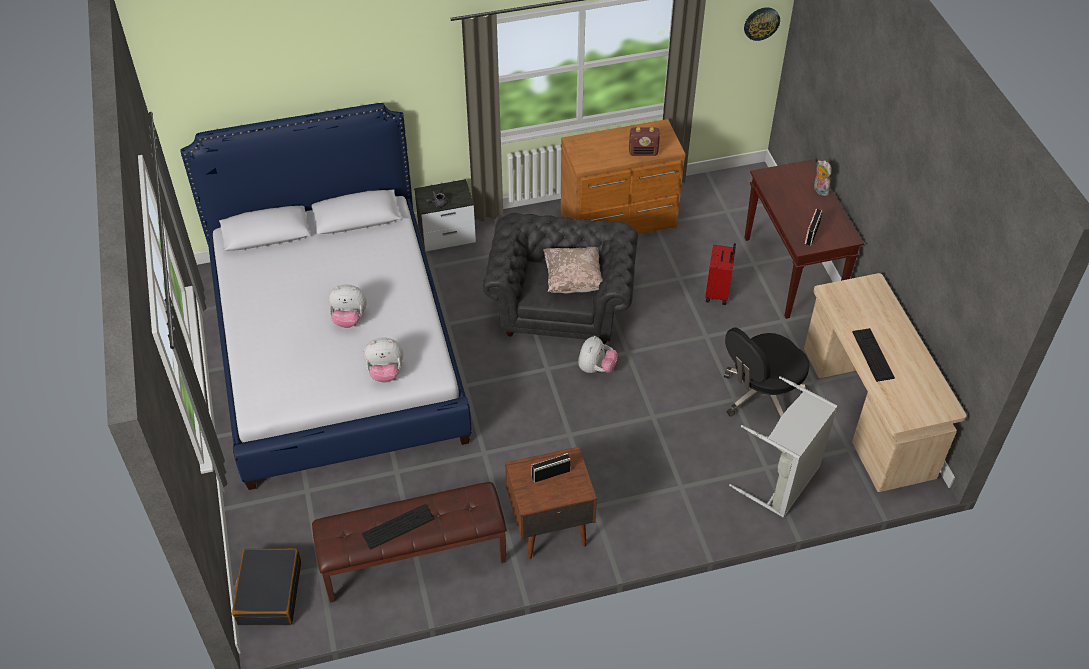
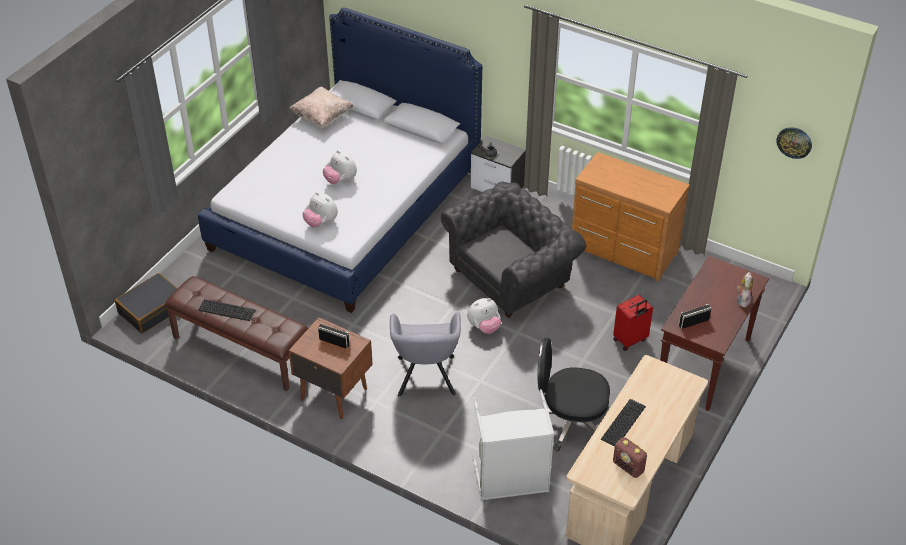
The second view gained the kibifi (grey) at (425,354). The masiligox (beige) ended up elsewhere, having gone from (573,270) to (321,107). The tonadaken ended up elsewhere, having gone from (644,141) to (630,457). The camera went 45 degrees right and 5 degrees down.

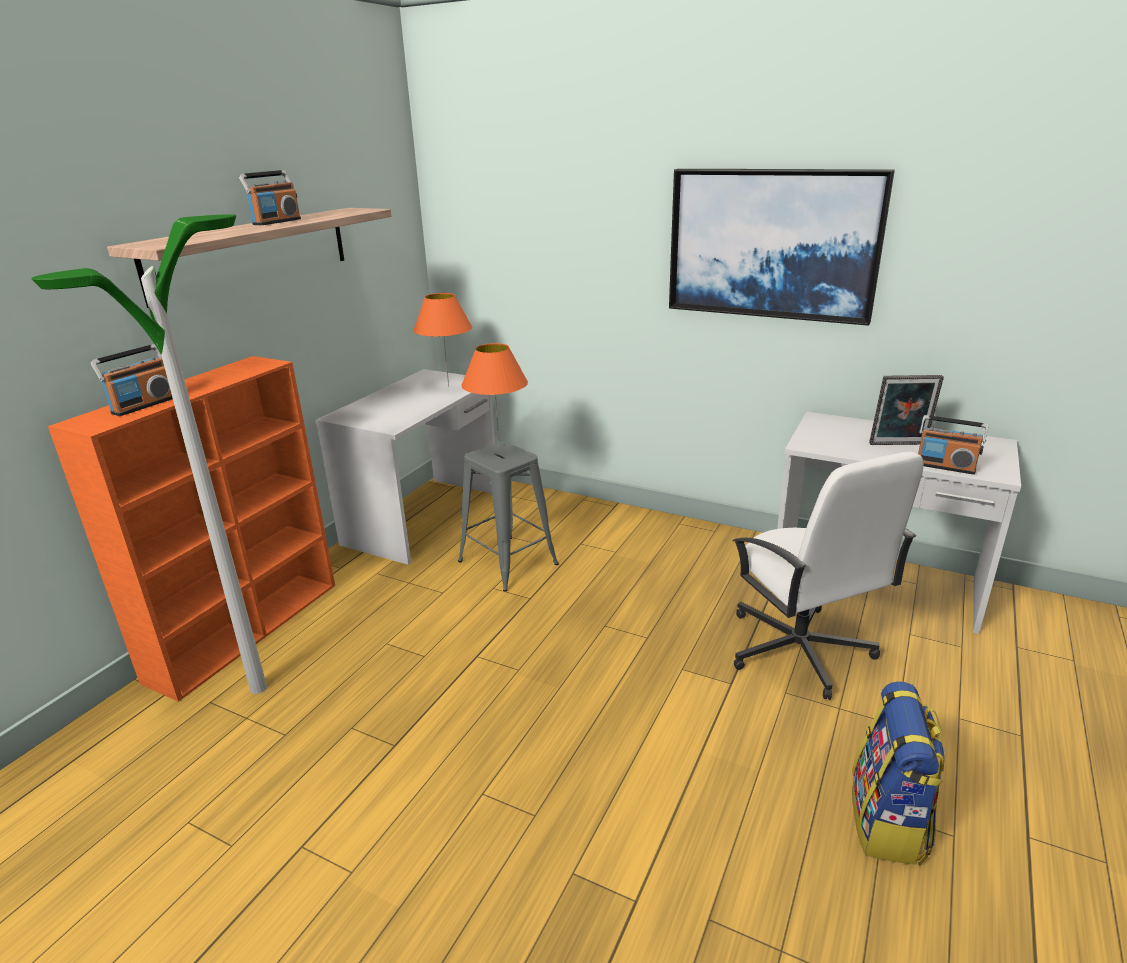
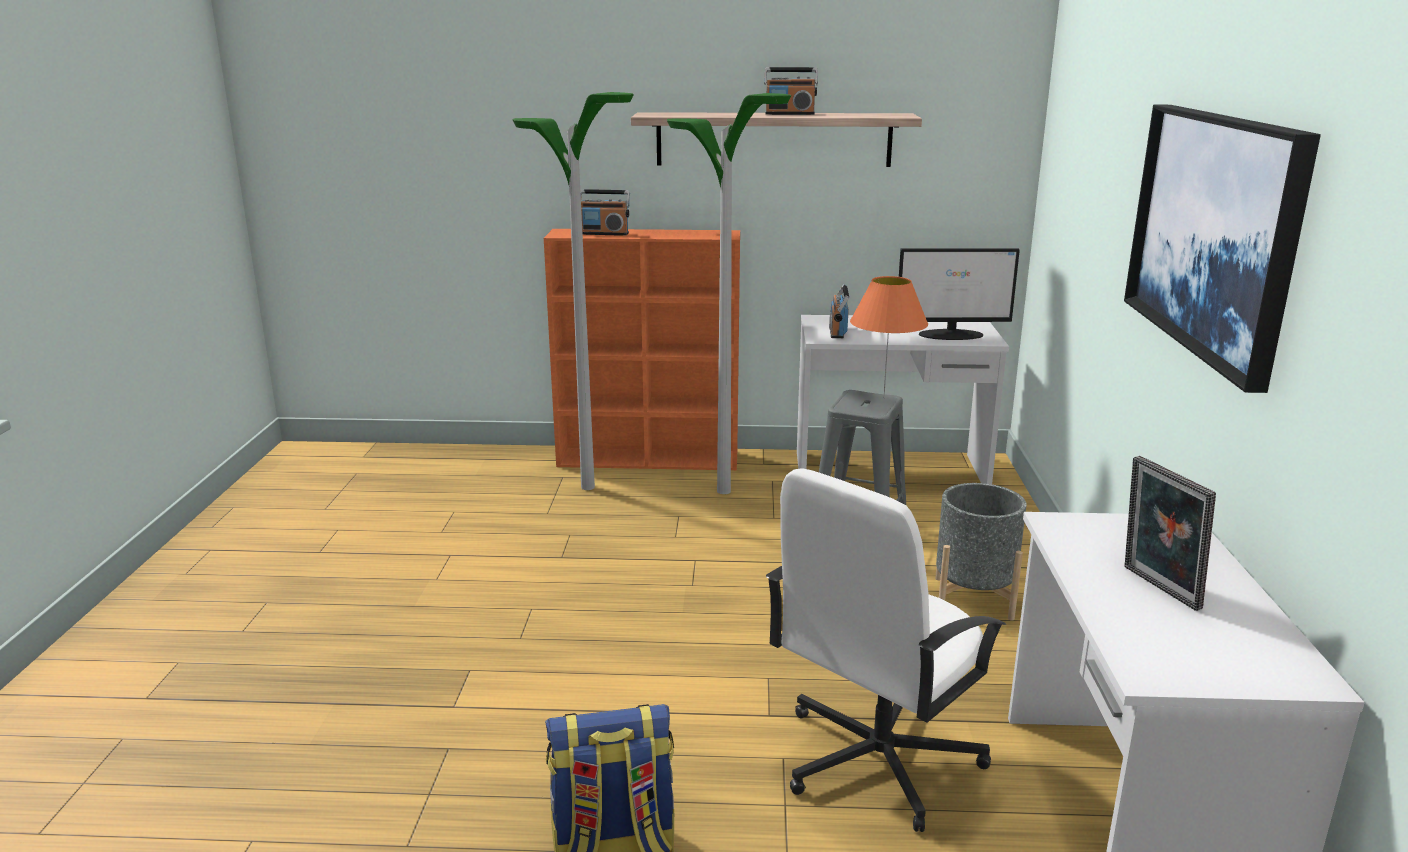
The second view gained the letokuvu at (729,293). The second view gained the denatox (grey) at (981,551). The tonadaken ended up elsewhere, having gone from (953,445) to (839,311). Where the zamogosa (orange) stood at (442,340), the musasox came to stand at (959,294). The camera went 65 degrees right and 5 degrees down.

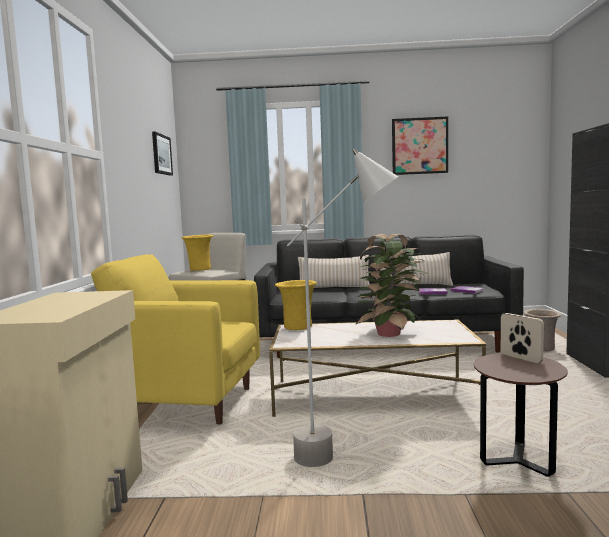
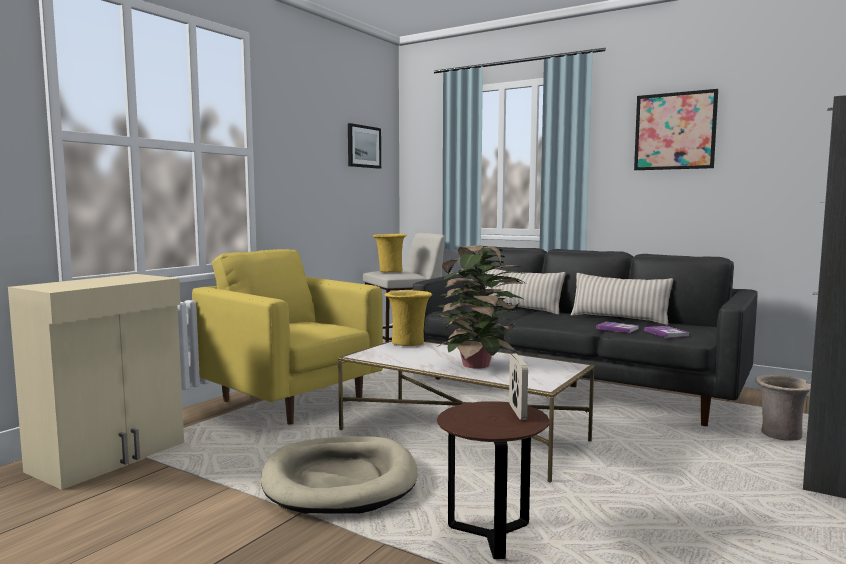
Where the letokuvu (grey) stood at (342,308), the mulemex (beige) came to stand at (339,475). The camera went 30 degrees right and 0 degrees up.

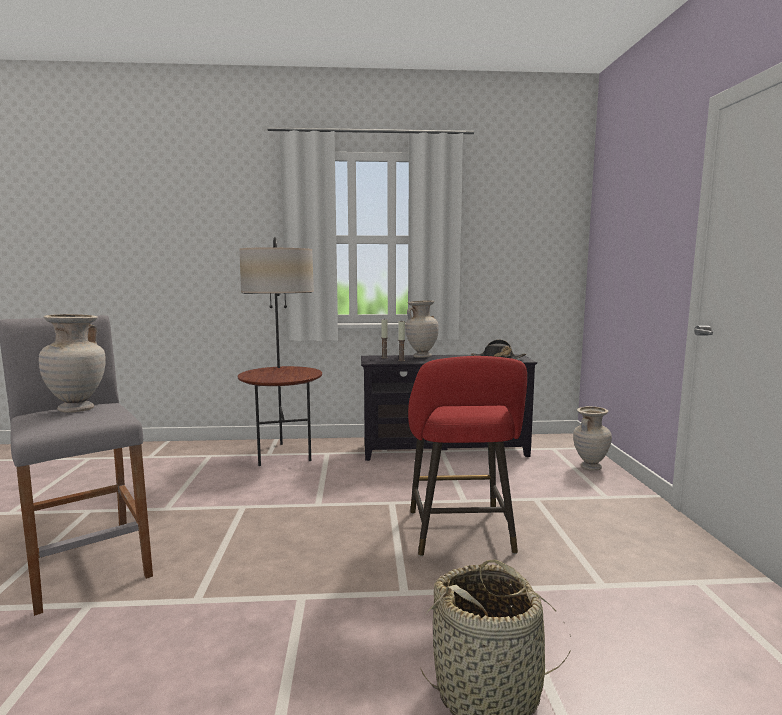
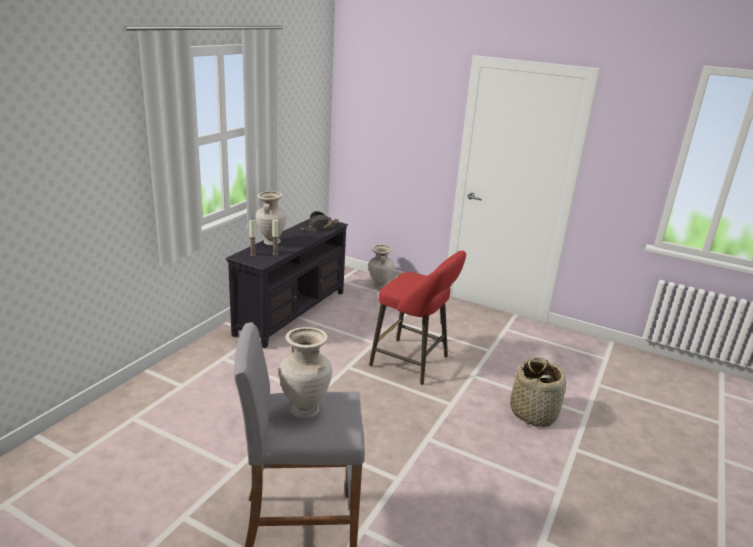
The second view lost the letokuvu at (280,351). The camera went 60 degrees left and 15 degrees up.

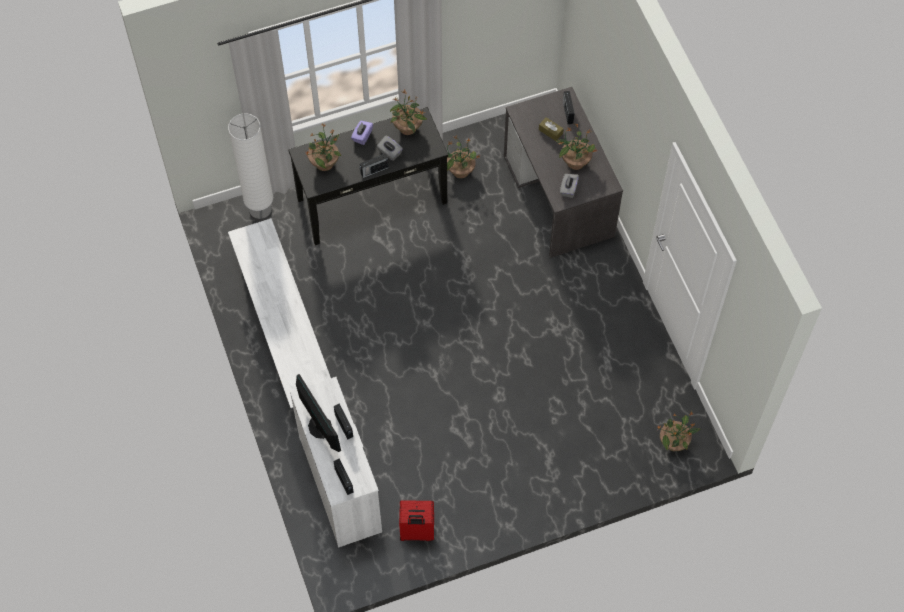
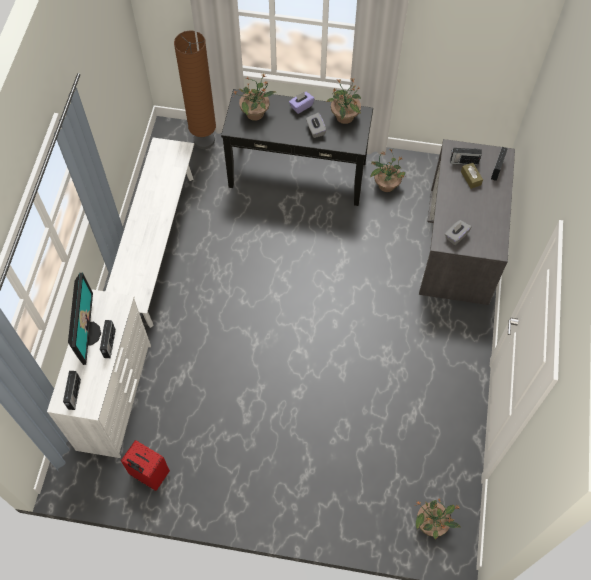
The second view lost the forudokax at (576,146). The tonadaken ended up elsewhere, having gone from (374,165) to (466,157). What was the letokuvu (white) at (250,167) turned into the letokuvu (brown) at (195,89). The camera went 30 degrees right and 0 degrees up.

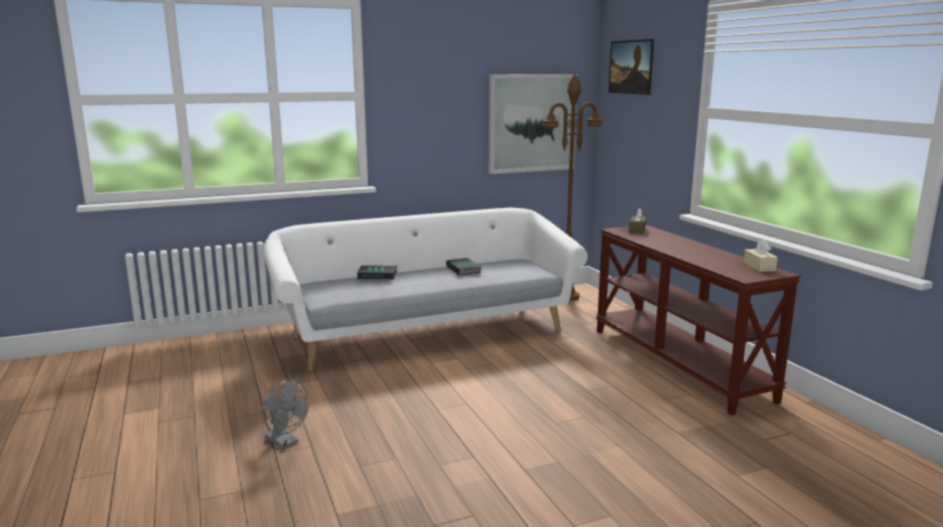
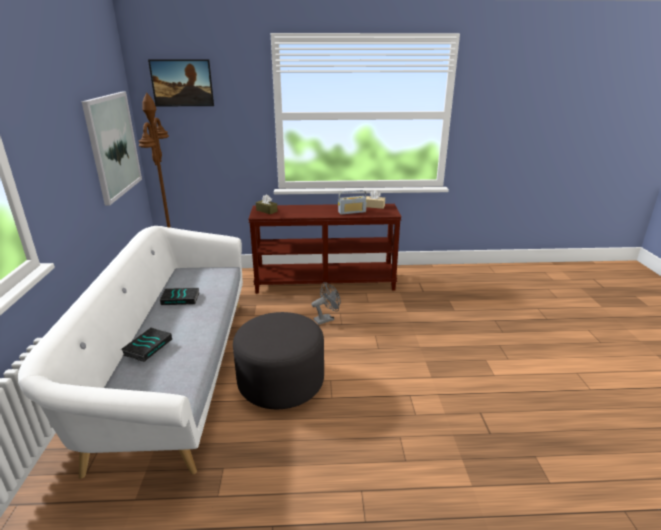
The second view gained the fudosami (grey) at (278,360). The second view gained the tonadaken at (352,202). The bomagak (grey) ended up elsewhere, having gone from (285,414) to (326,303). The camera went 70 degrees left and 10 degrees up.

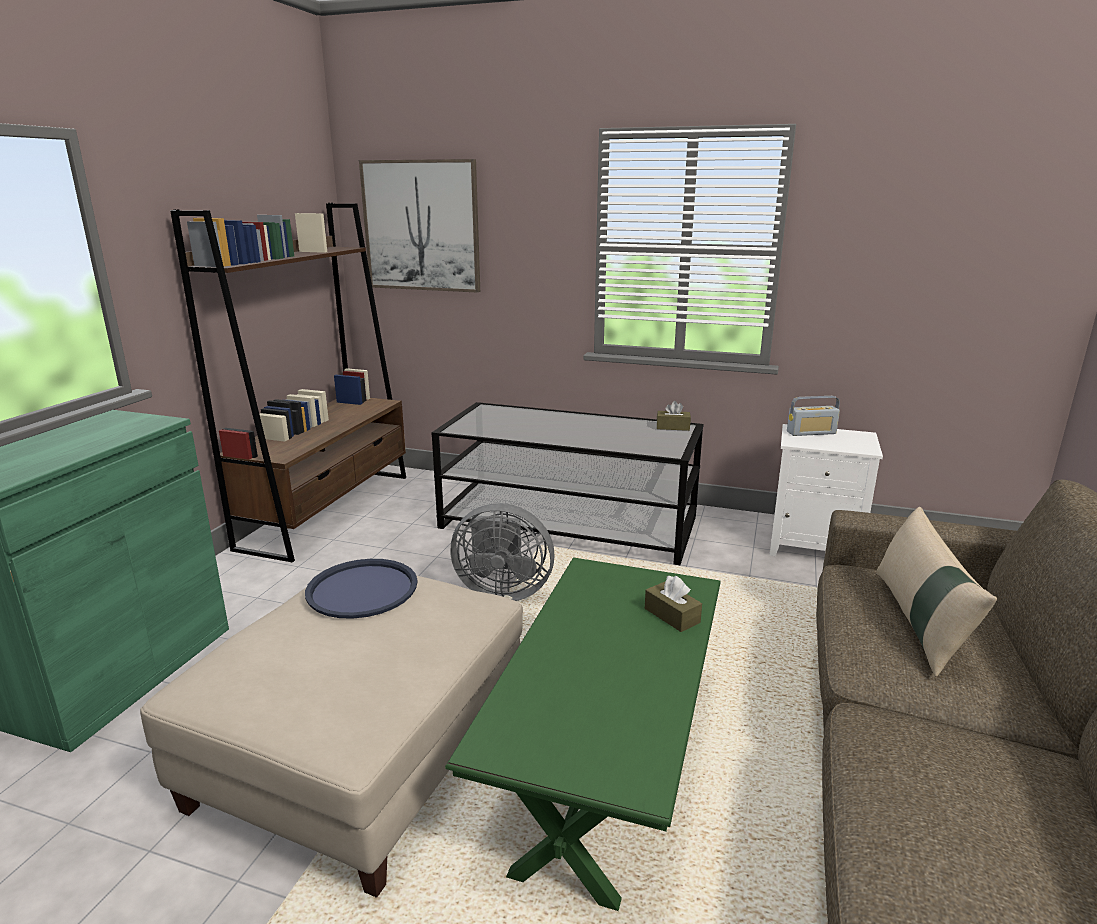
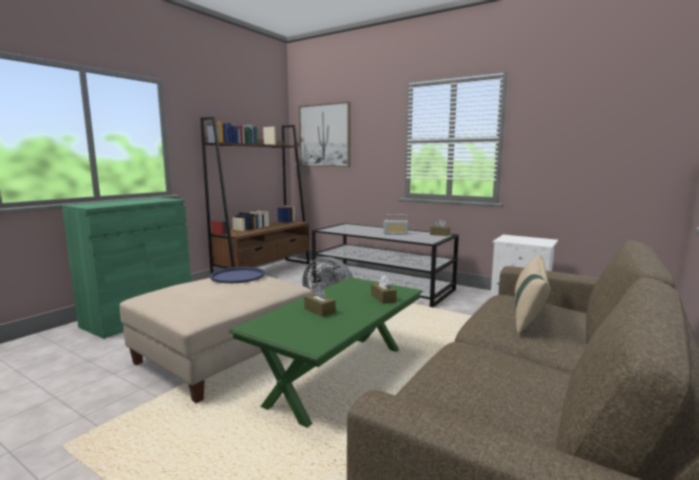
The second view gained the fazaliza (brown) at (320,301). The tonadaken ended up elsewhere, having gone from (813,416) to (396,224). The camera went 15 degrees right and 10 degrees down.

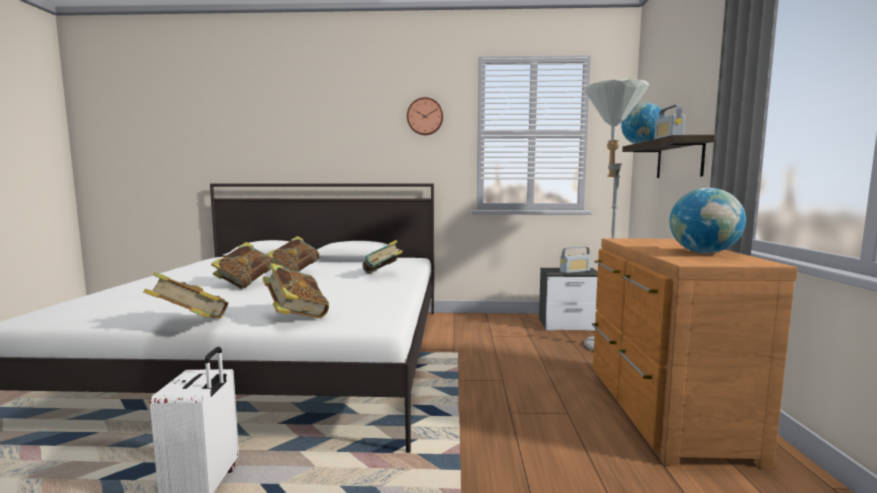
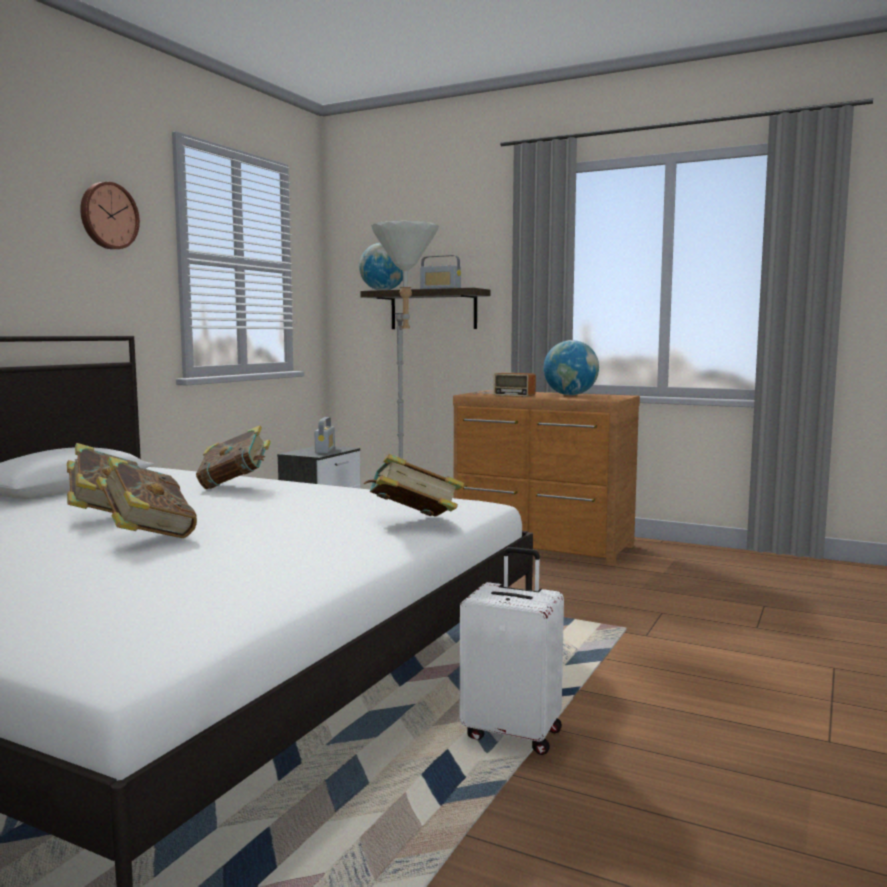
The second view lost the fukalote at (185,295). The second view gained the tonadaken at (504,385). The camera went 65 degrees left and 0 degrees up.

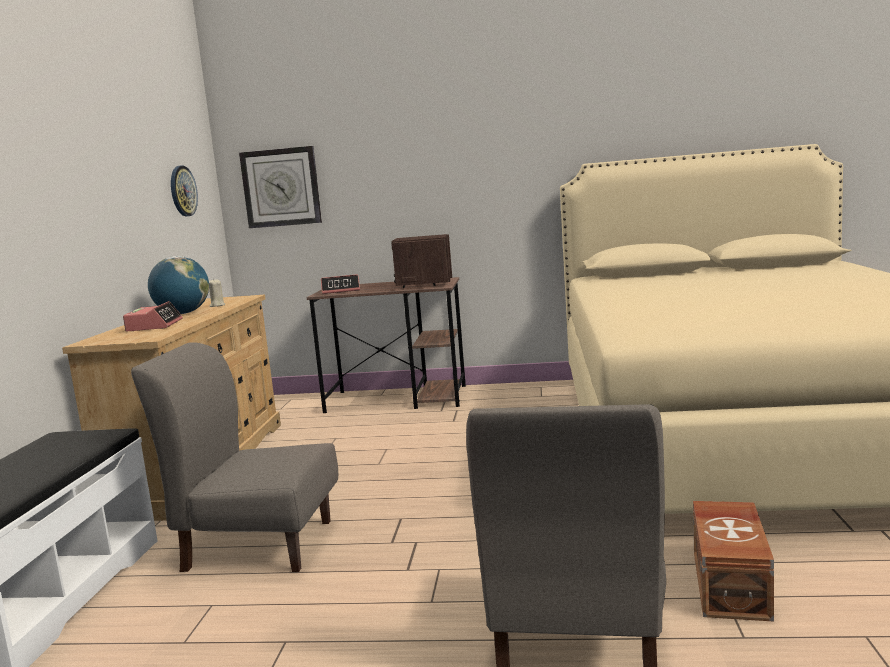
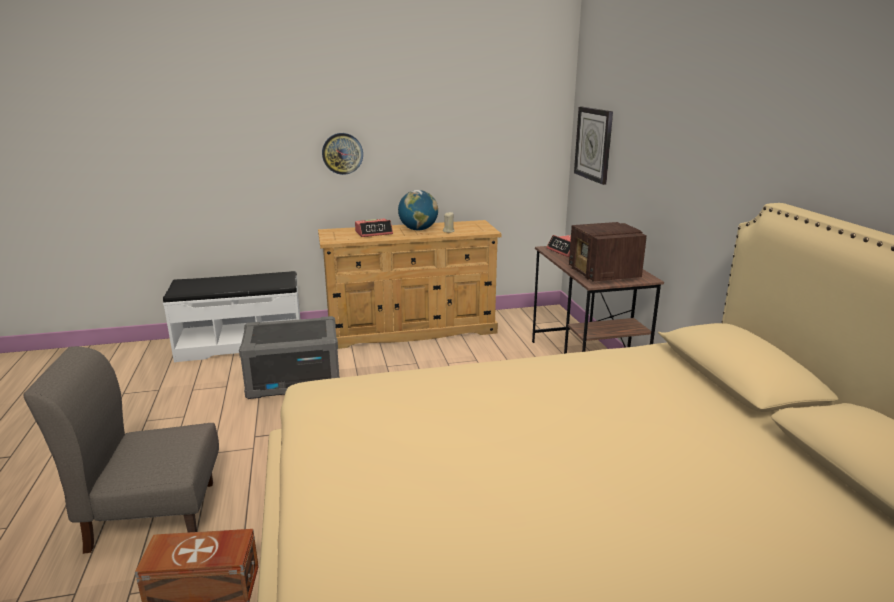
The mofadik ended up elsewhere, having gone from (184,191) to (342,154). Where the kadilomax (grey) stood at (234,457), the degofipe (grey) came to stand at (289,357). The tonadaken at (421,261) ended up facing another way, 90 degrees counterclockwise from before. The camera went 70 degrees right and 10 degrees up.

